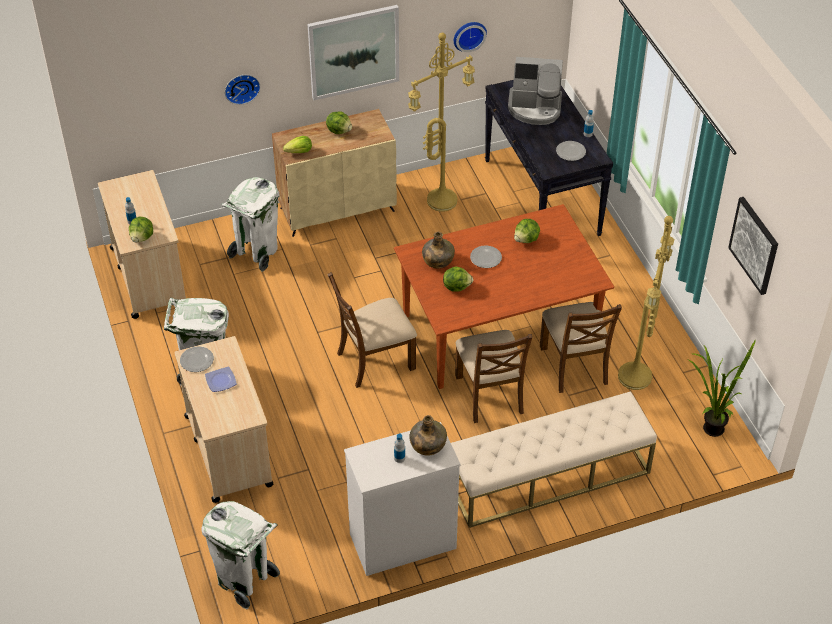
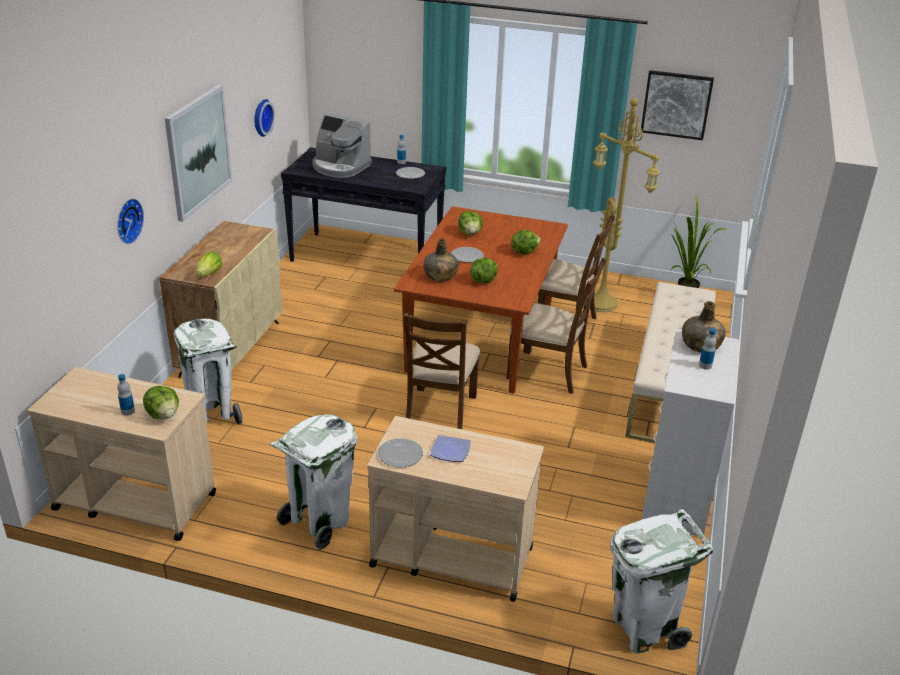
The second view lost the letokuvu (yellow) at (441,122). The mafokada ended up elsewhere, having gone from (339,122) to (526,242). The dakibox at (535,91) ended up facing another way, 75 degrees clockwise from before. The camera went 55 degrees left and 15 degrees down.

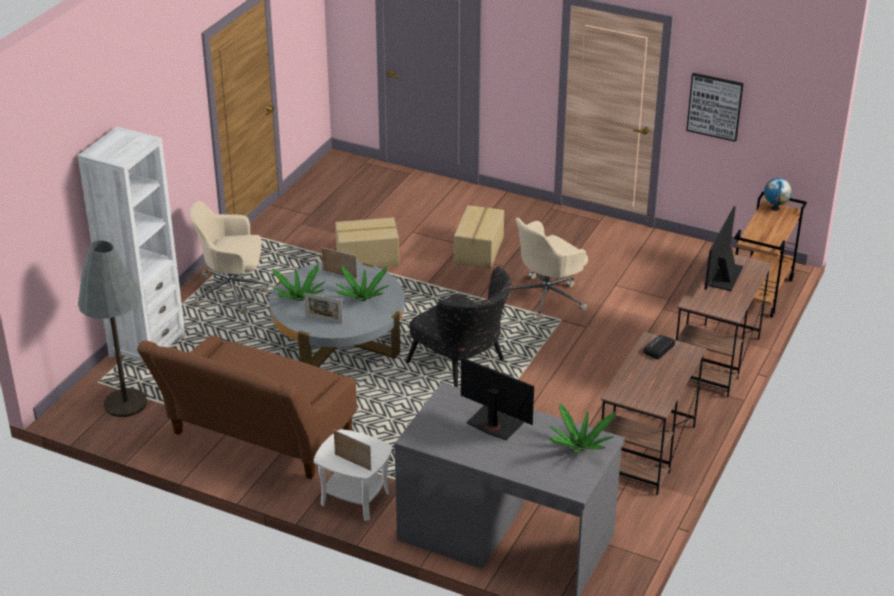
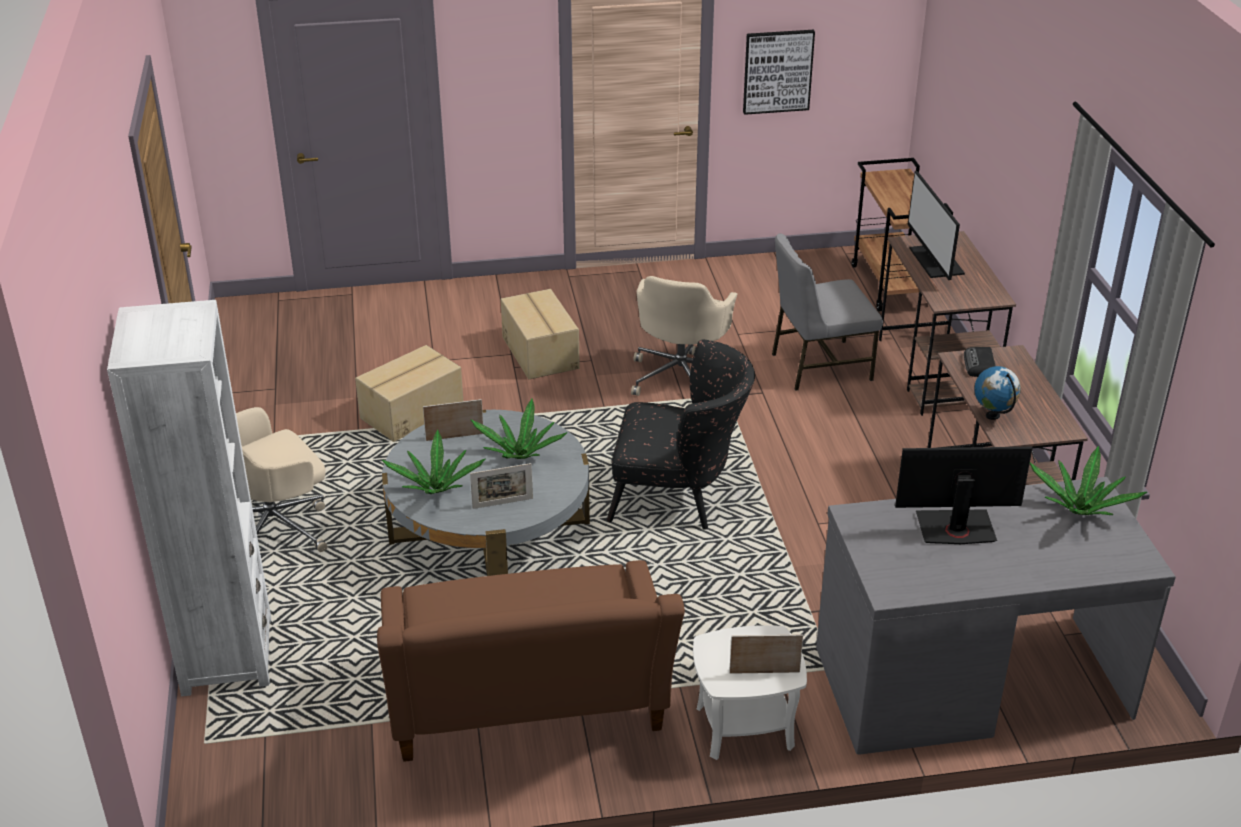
The second view lost the letokuvu (grey) at (112,328). The second view gained the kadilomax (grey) at (827,312). The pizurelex ended up elsewhere, having gone from (778,194) to (997,393). The camera went 35 degrees left and 0 degrees up.

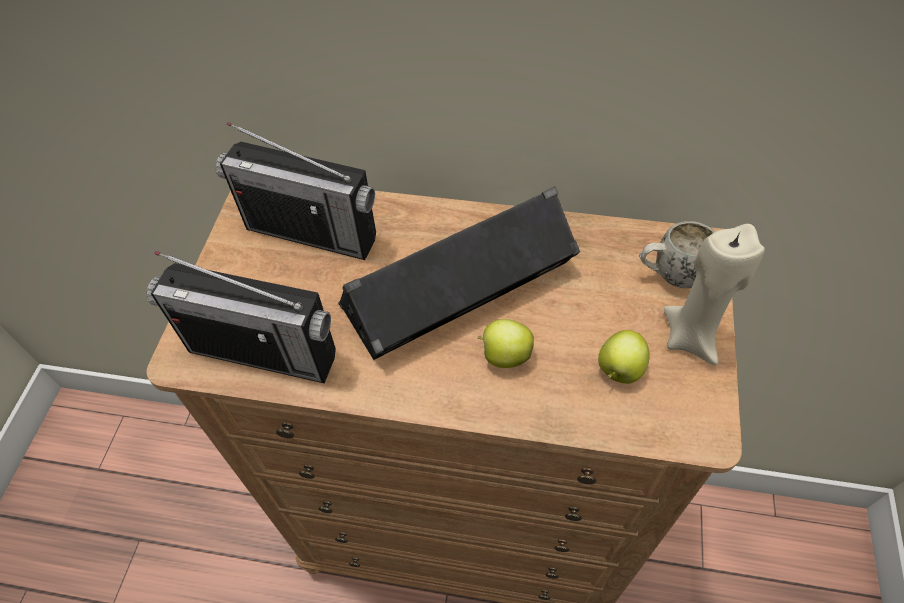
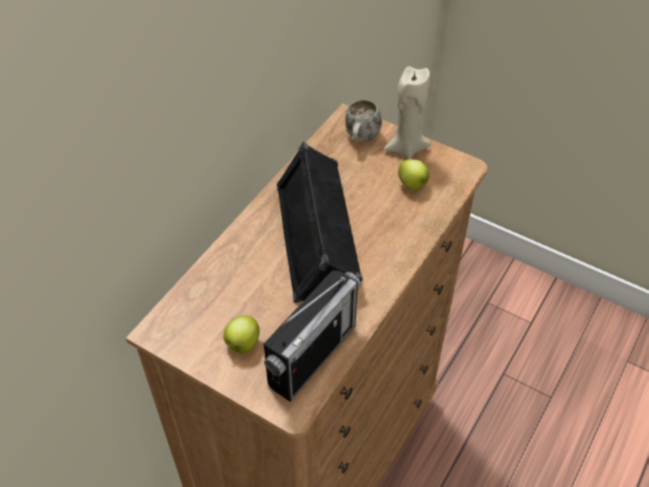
The second view lost the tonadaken at (296,191). The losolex ended up elsewhere, having gone from (506,343) to (241,334). The camera went 70 degrees left and 5 degrees down.

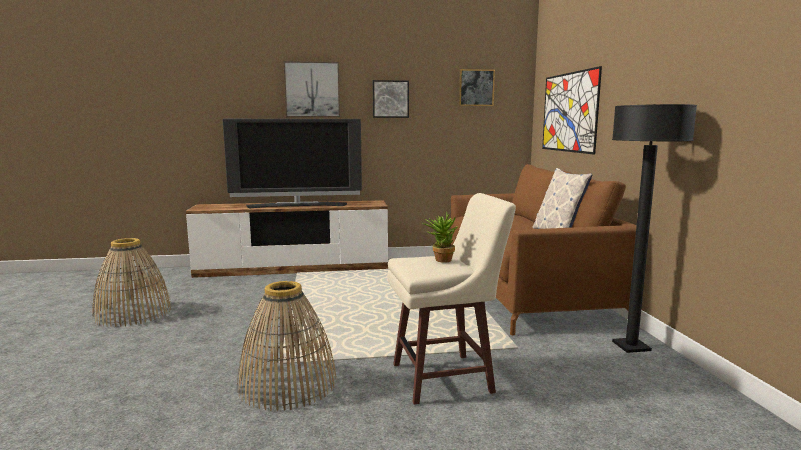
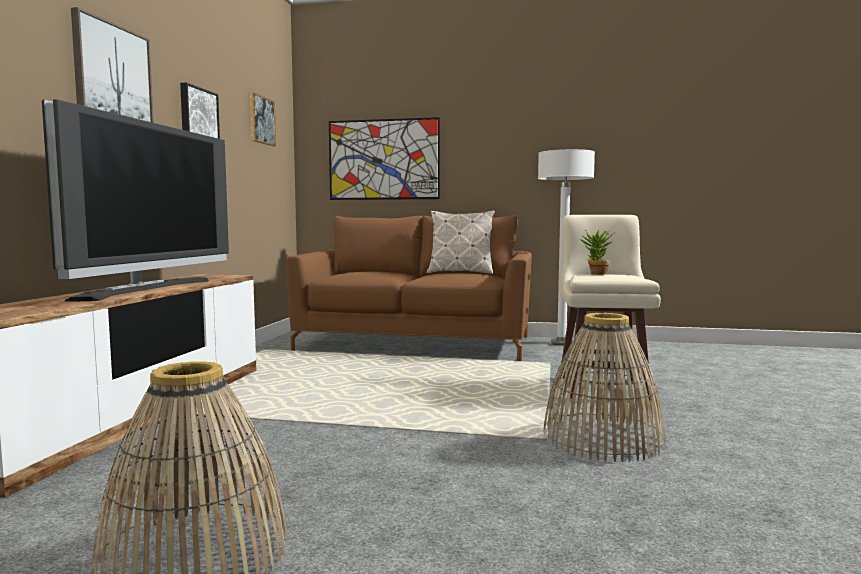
What was the letokuvu (black) at (654,228) turned into the letokuvu (white) at (566,247). The camera went 70 degrees left and 5 degrees down.

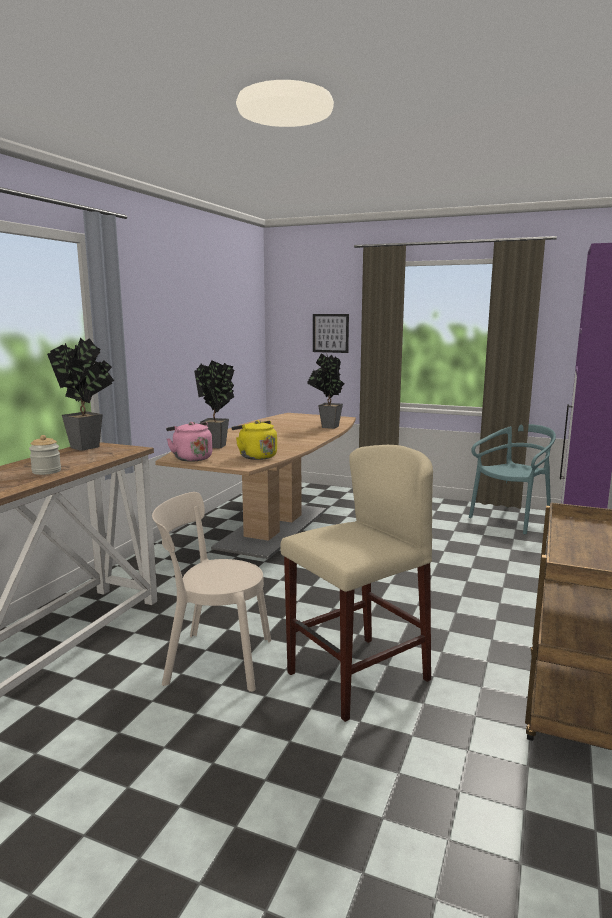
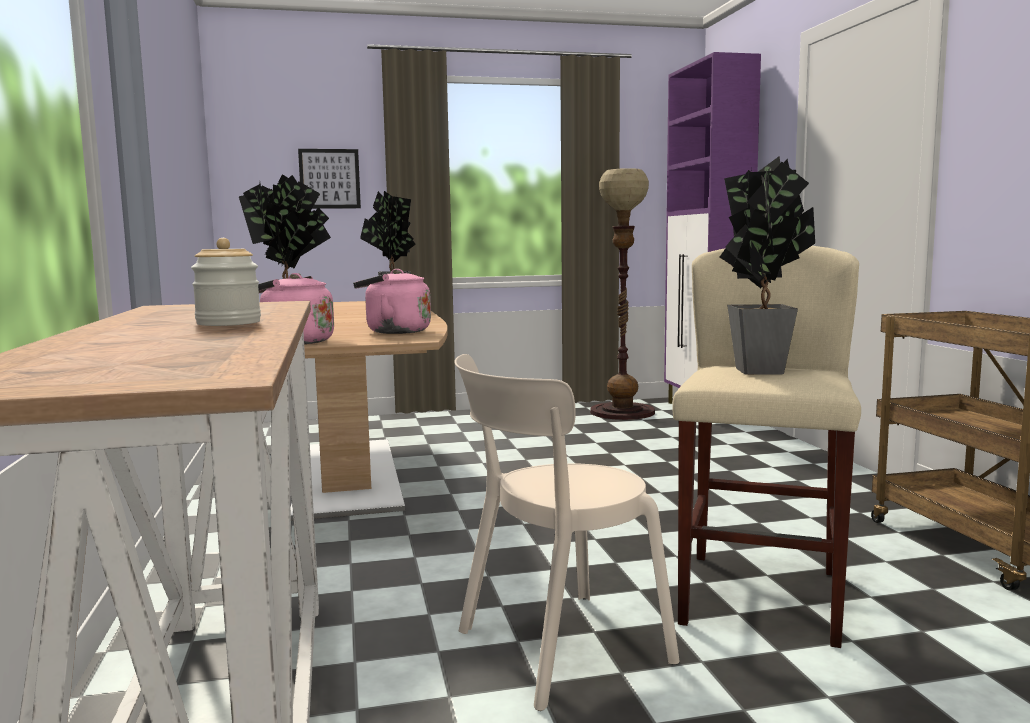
The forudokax ended up elsewhere, having gone from (80,394) to (767,266). Where the kadilomax (turquoise) stood at (512,479), the letokuvu came to stand at (622,294). What was the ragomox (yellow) at (254,440) turned into the ragomox (pink) at (392,301). The camera went 35 degrees left and 5 degrees down.

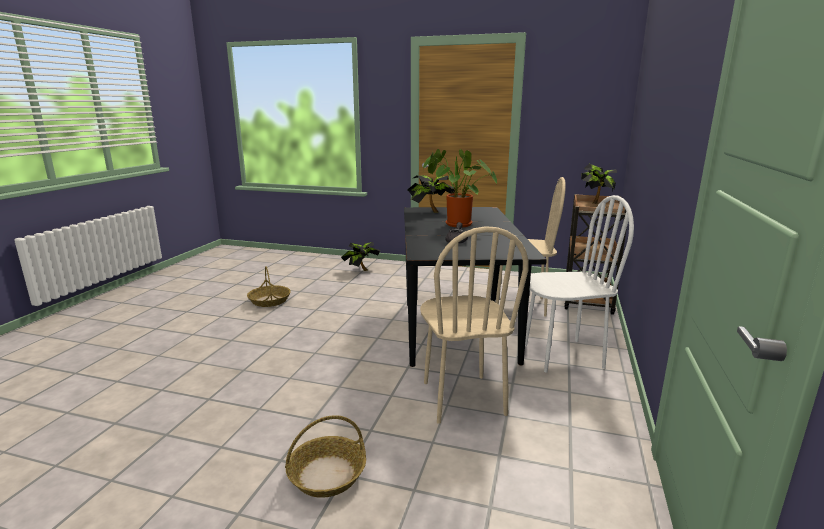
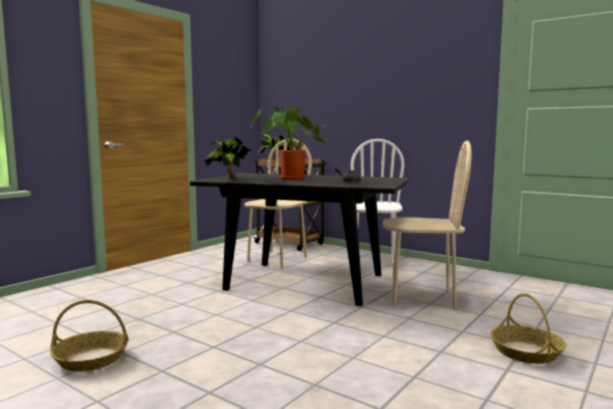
The second view lost the forudokax at (361,256). The camera went 70 degrees left and 10 degrees down.

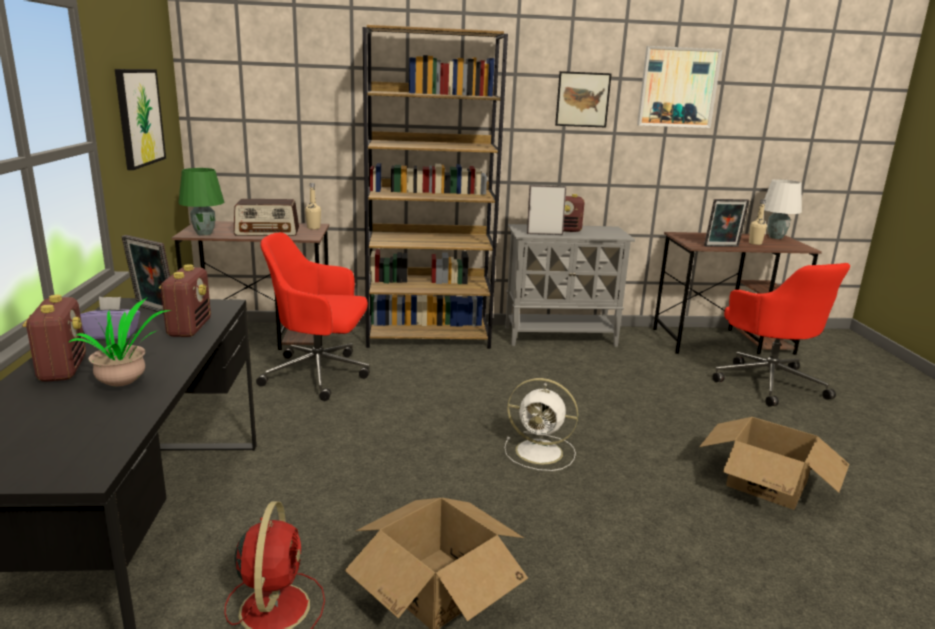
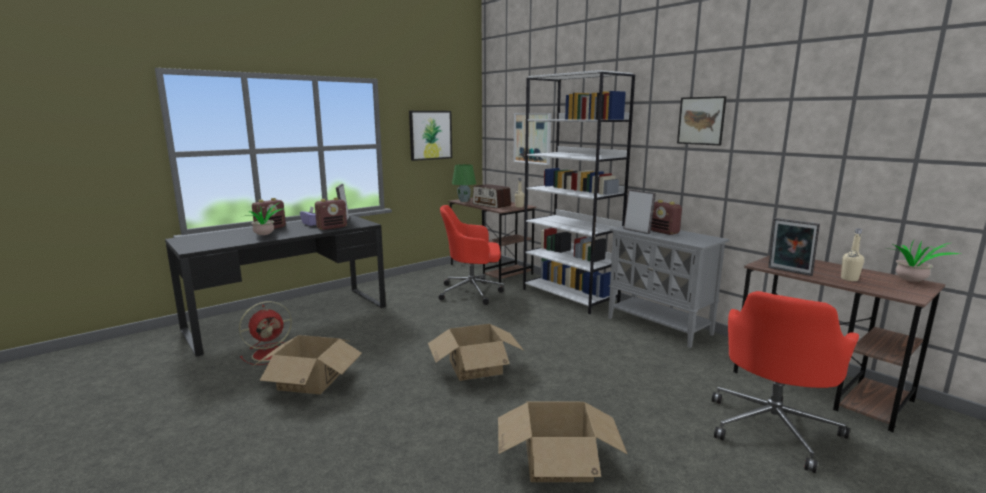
The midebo ended up elsewhere, having gone from (680,87) to (532,139). Where the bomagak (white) stood at (541,424), the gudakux came to stand at (475,352). Where the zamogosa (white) stood at (783,209), the forudokax came to stand at (922,261). What was the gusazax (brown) at (435,187) turned into the gusazax (white) at (579,192). The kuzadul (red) at (313,316) ended up facing another way, 60 degrees counterclockwise from before. The camera went 55 degrees right and 5 degrees down.

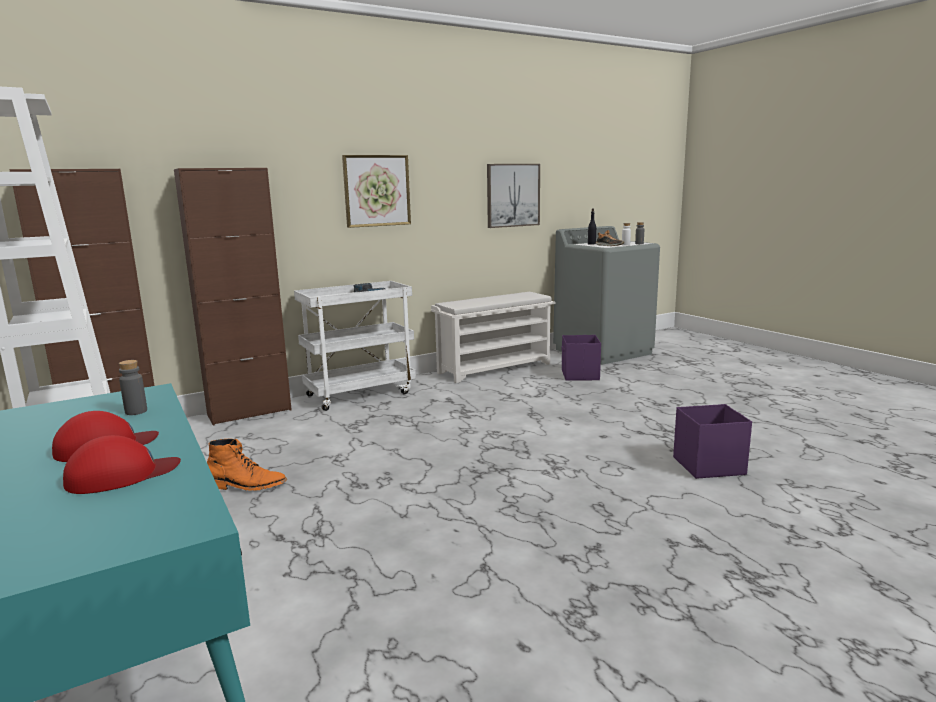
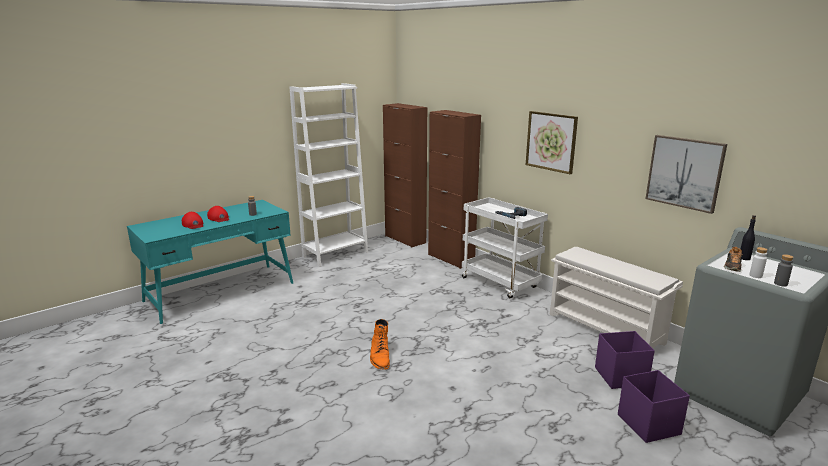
The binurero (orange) ended up elsewhere, having gone from (247,464) to (380,344). The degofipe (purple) ended up elsewhere, having gone from (712,441) to (654,406). The camera went 80 degrees right and 5 degrees up.

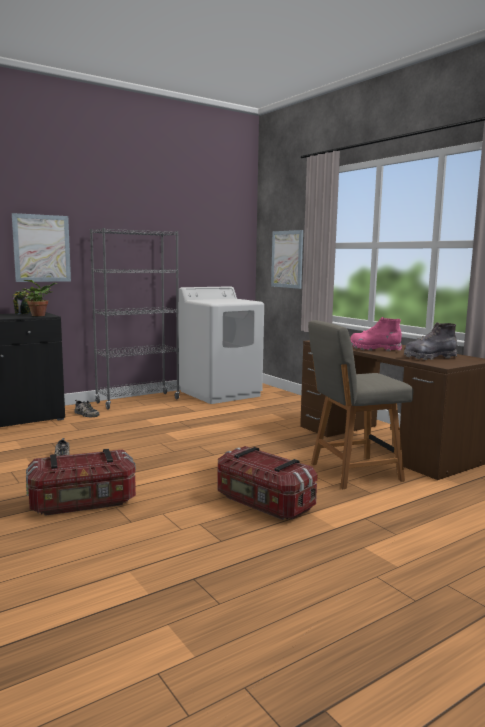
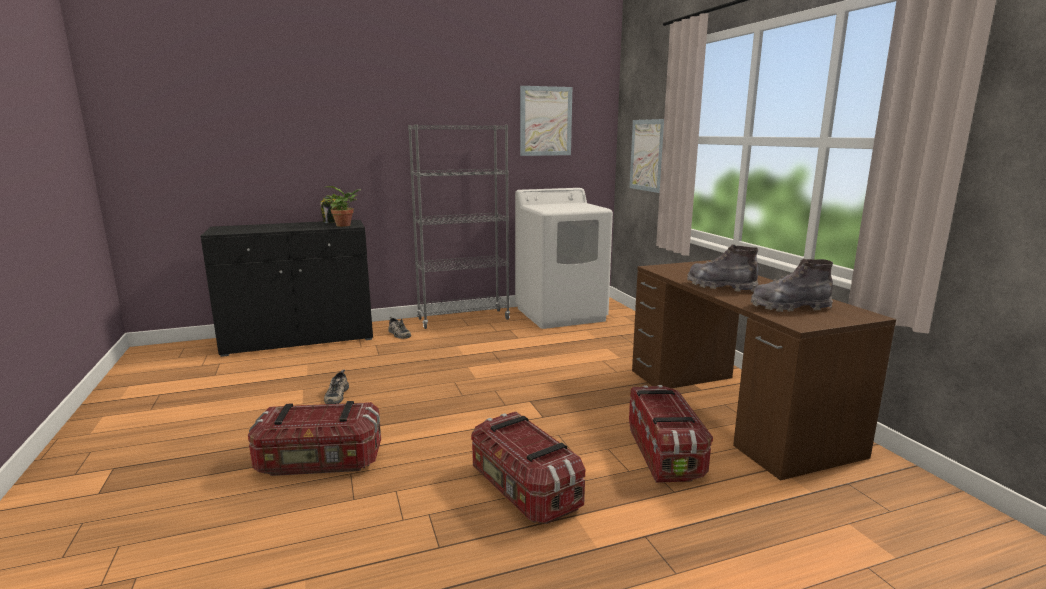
The midebo ended up elsewhere, having gone from (41,247) to (546,121). Where the kadilomax (grey) stood at (360,404), the degofipe came to stand at (671,434). What was the binurero (pink) at (376,334) turned into the binurero (grey) at (723,268). The camera went 15 degrees right and 5 degrees up.

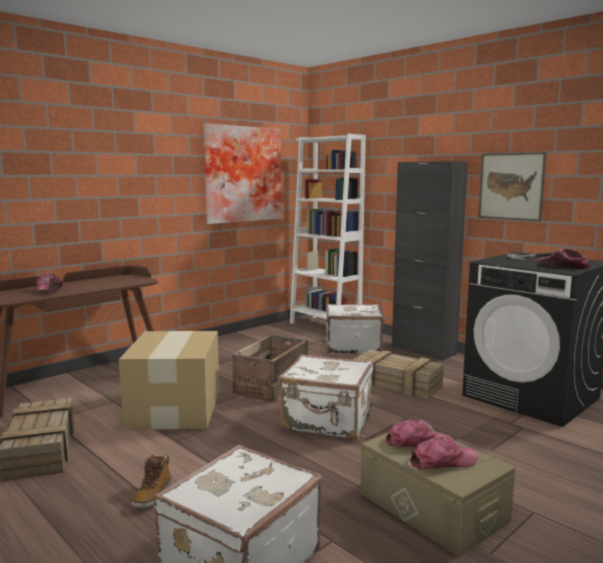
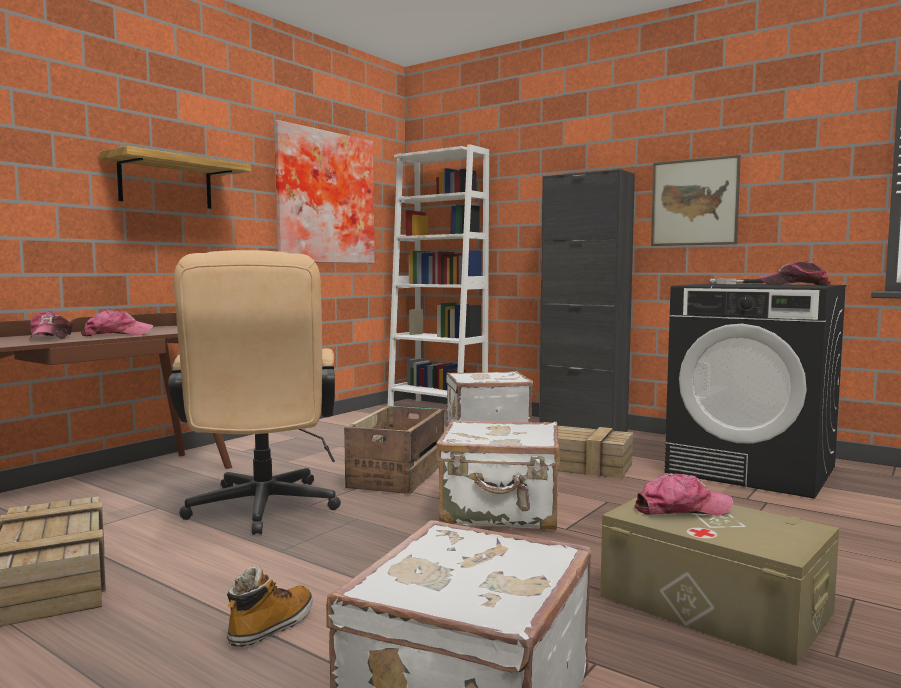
The second view gained the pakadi at (175,177). The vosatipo ended up elsewhere, having gone from (444,452) to (117,323). Where the gudakux stood at (169,380), the kuzadul (beige) came to stand at (254,392). The binurero at (151,480) ended up facing another way, 150 degrees counterclockwise from before. The camera went 10 degrees left and 5 degrees down.

